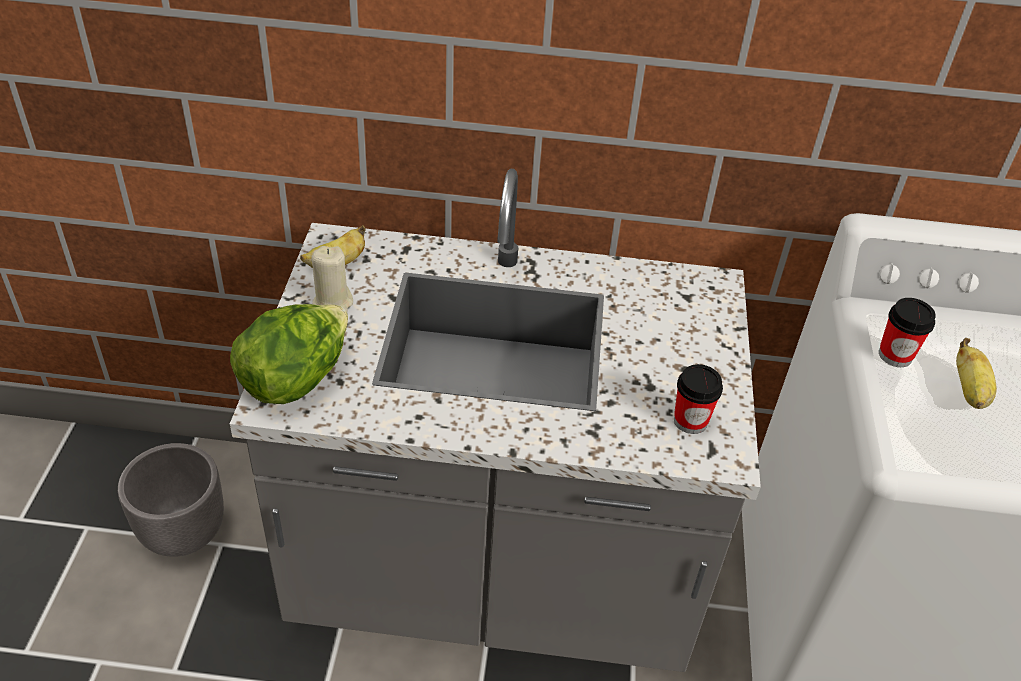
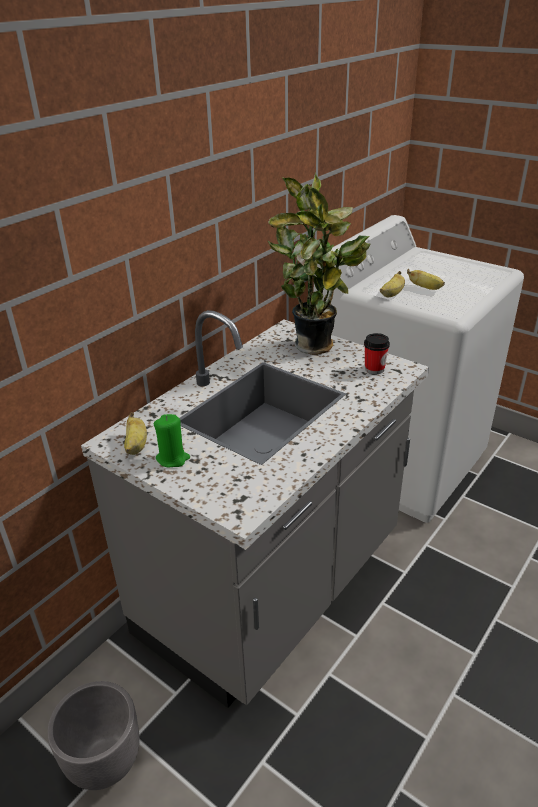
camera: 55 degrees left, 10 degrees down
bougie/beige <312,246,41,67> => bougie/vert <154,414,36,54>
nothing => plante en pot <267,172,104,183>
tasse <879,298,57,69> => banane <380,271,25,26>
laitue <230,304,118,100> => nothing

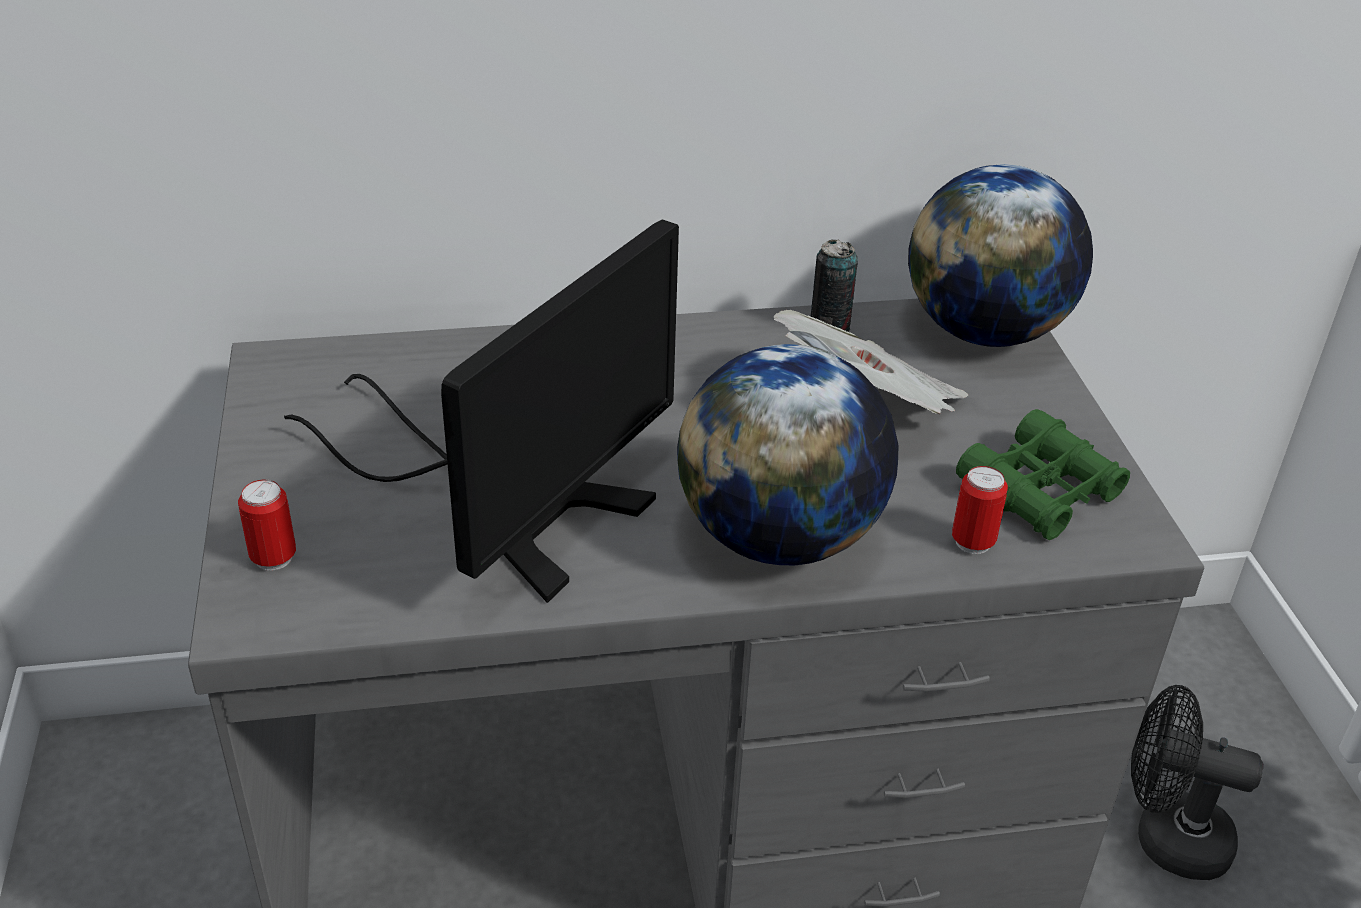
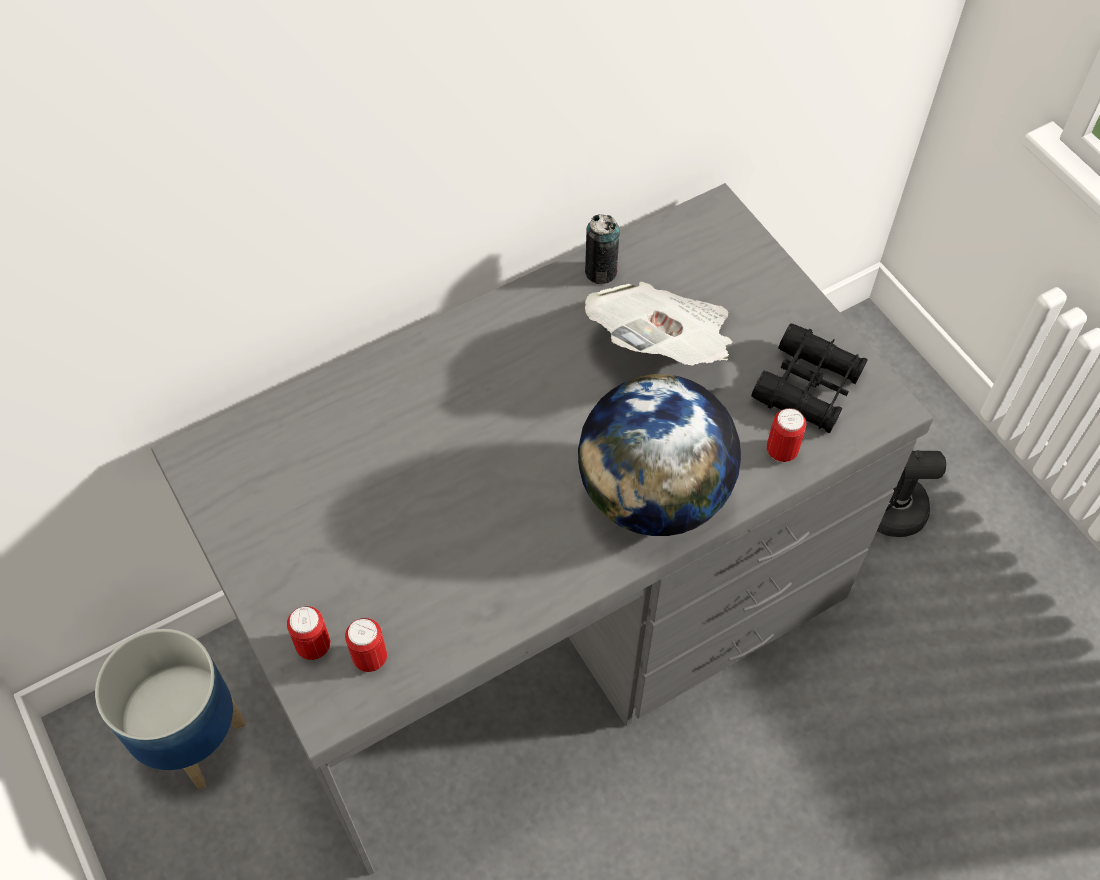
camera: 20 degrees left, 20 degrees up
nothing => cache-pot <95,629,151,161>
nothing => boîte métallique <345,618,42,54>
jumelles/vert <956,409,174,131> => jumelles/noir <751,323,117,110>
écran d'ordinateur <284,220,395,383> => nothing
globe <908,164,185,183> => nothing

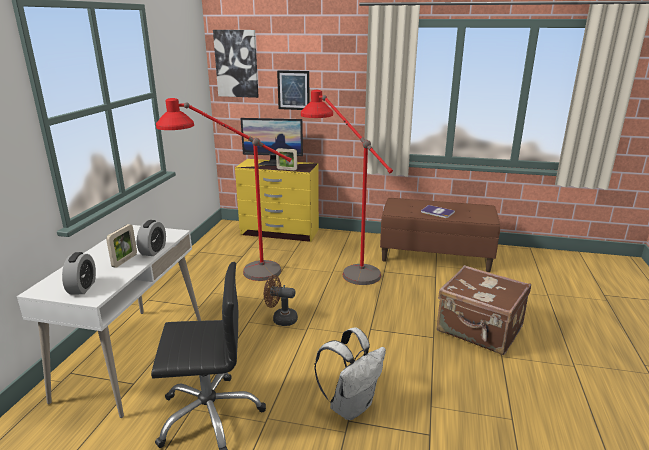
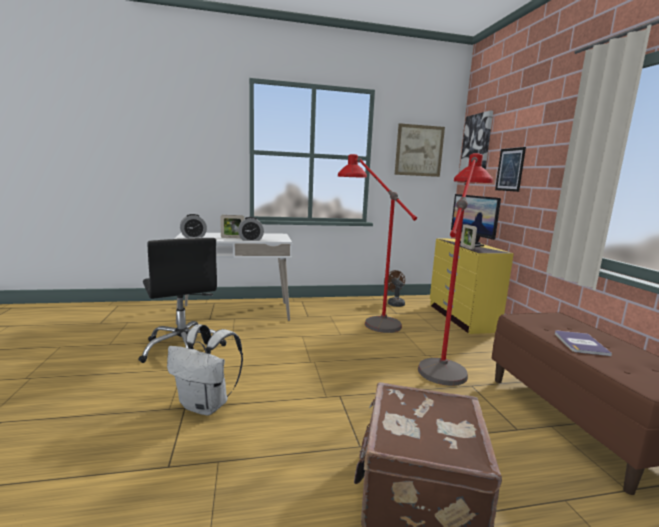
camera: 65 degrees right, 10 degrees down
ventilateur/marron <264,275,34,51> => ventilateur/marron <384,270,21,37>, move
nothing => tableau <395,123,50,54>

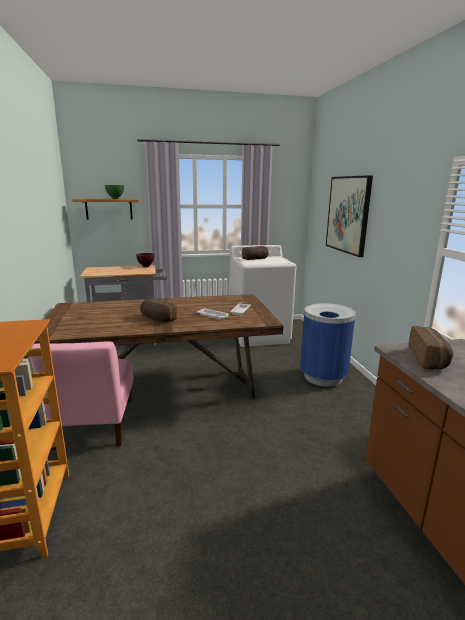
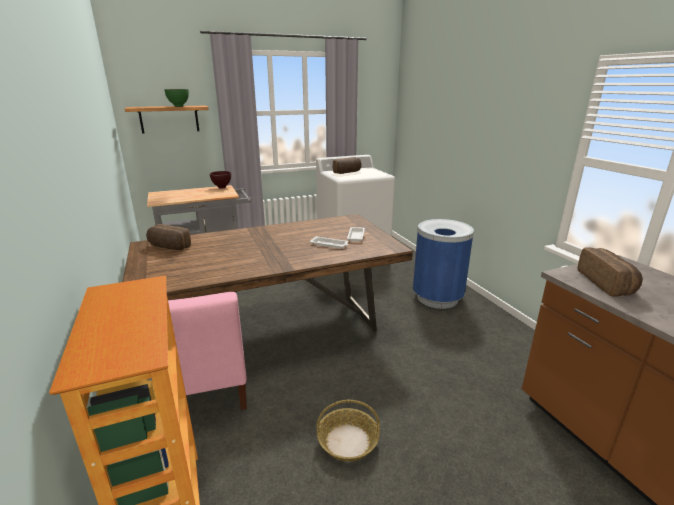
camera: 10 degrees left, 5 degrees up
pain <140,298,37,24> => pain <146,224,45,26>, move
nothing => panier <317,400,63,62>
tableau <326,175,47,82> => nothing

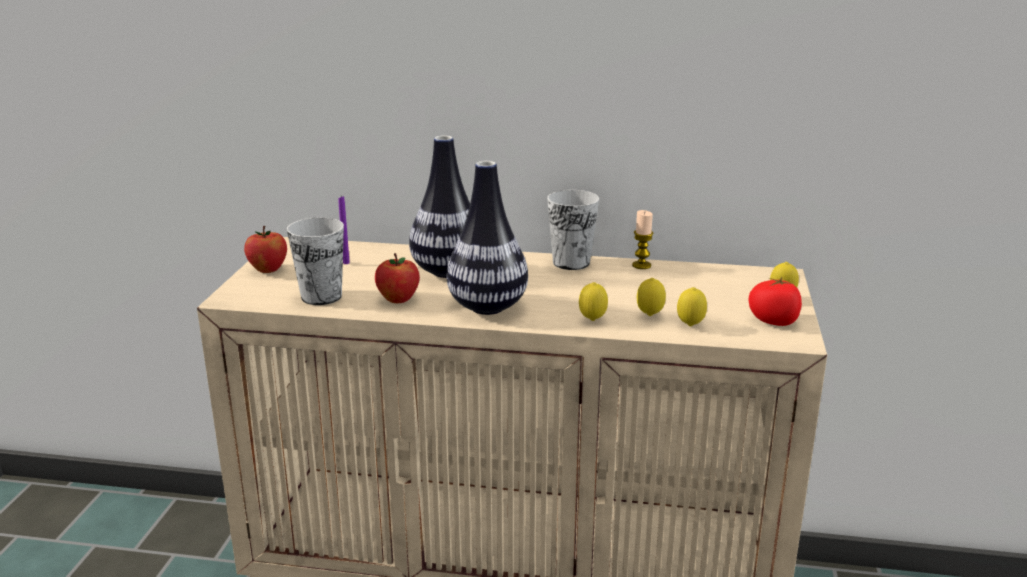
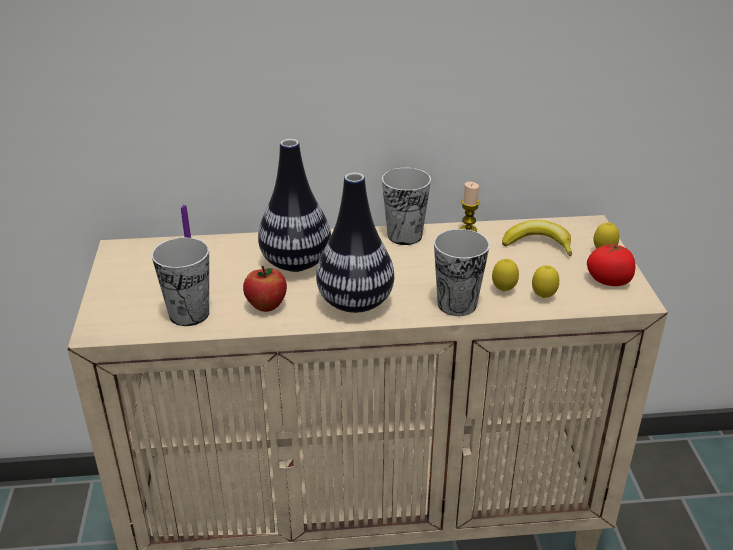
camera: 15 degrees left, 10 degrees up
citron <579,282,29,39> => tasse <434,229,56,87>
nothing => banane <502,220,70,36>
pomme <244,226,43,47> => nothing

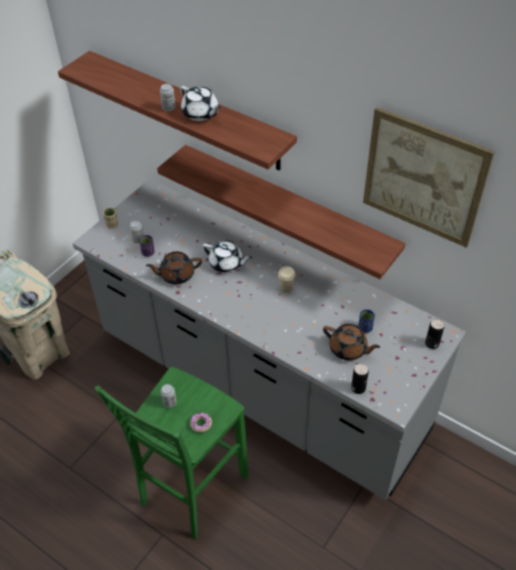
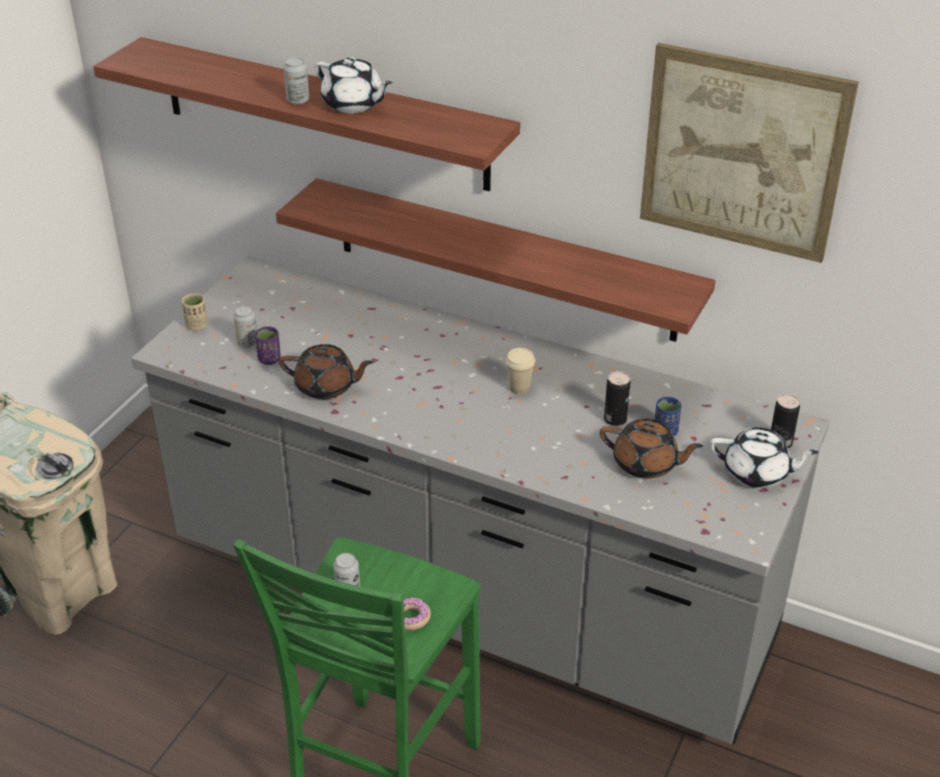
camera: 10 degrees left, 10 degrees down
théière/marron <146,251,56,33> => théière/marron <279,344,94,55>, 150 degrees counterclockwise
boîte métallique <351,363,18,31> => boîte métallique <604,371,26,55>, move
théière/blanc <202,240,50,33> => théière/blanc <710,427,109,61>, move

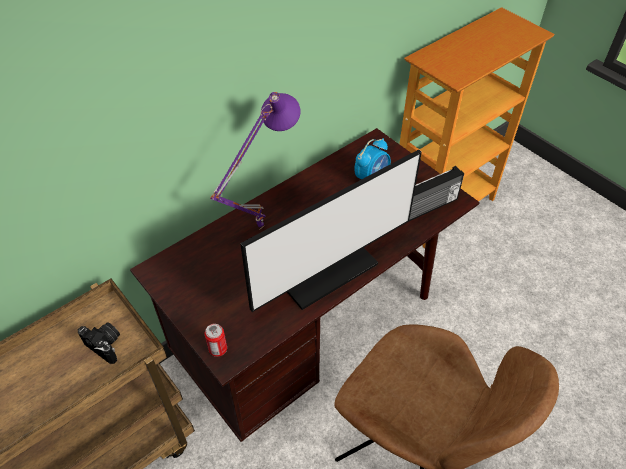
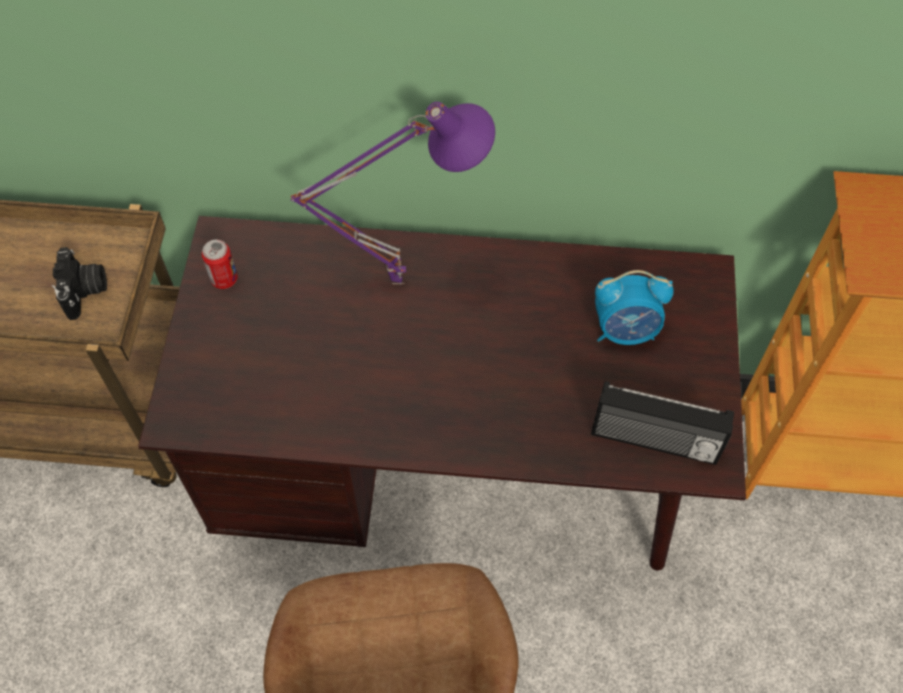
camera: 45 degrees right, 10 degrees up
boîte métallique <205,324,22,33> => boîte métallique <202,240,36,49>, move
écran d'ordinateur <240,150,182,162> => nothing

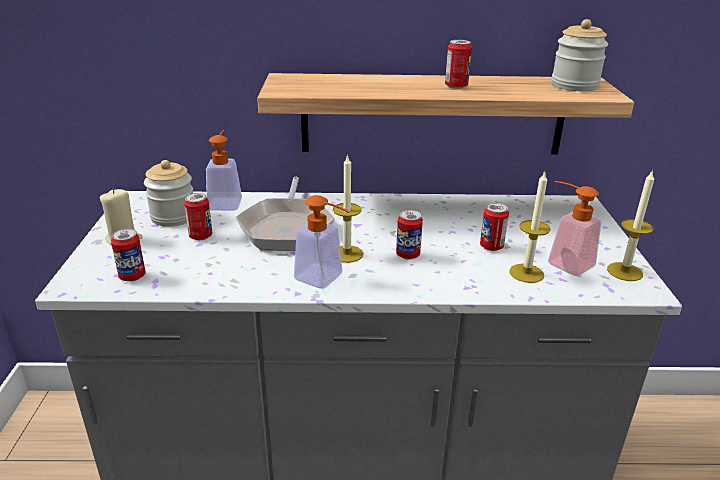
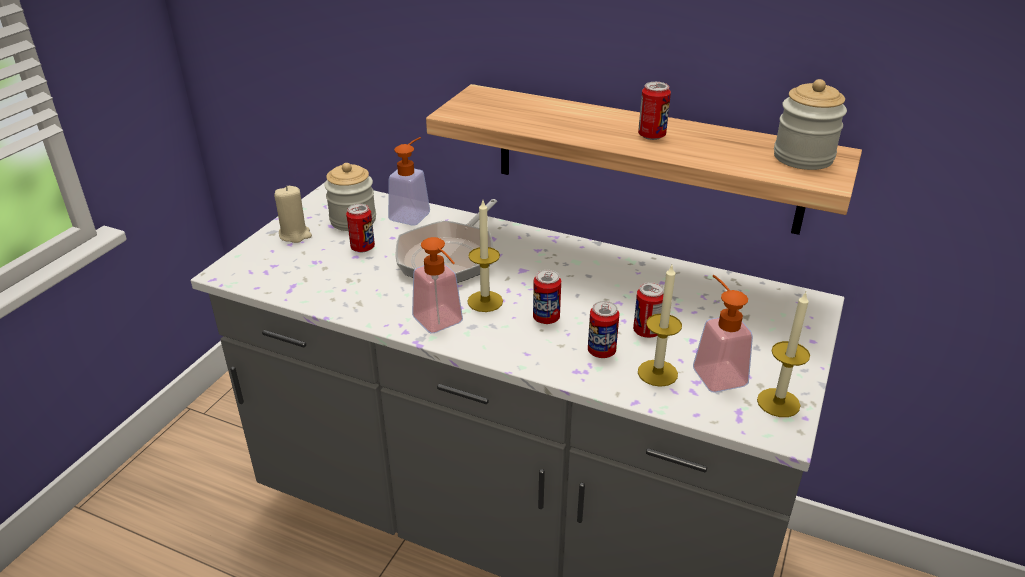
camera: 25 degrees right, 5 degrees up
boîte métallique <111,229,35,53> => boîte métallique <588,301,31,57>, move

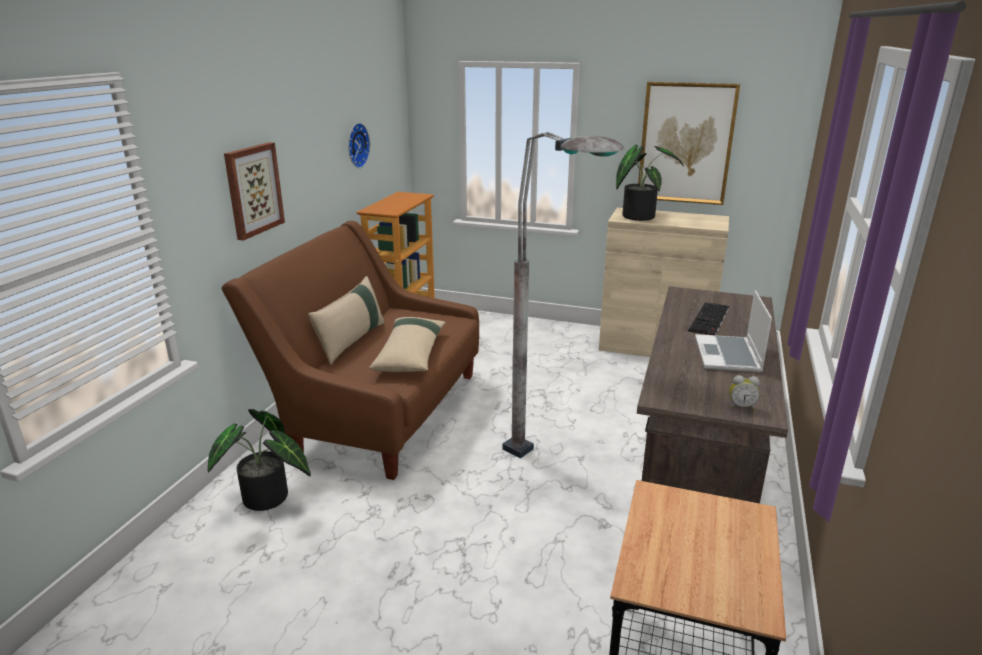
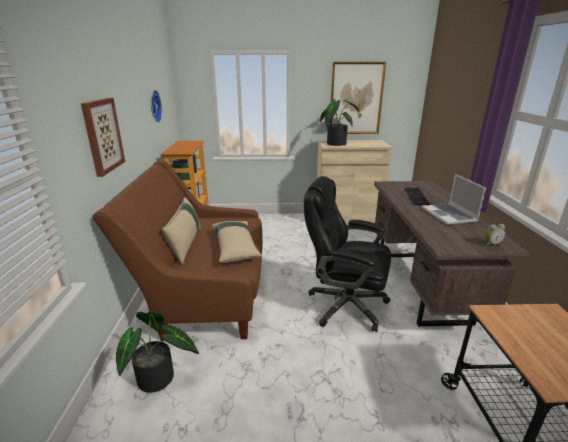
camera: 20 degrees left, 0 degrees up
lampadaire/gris <502,132,122,326> => chaise de bureau/noir <304,176,87,156>

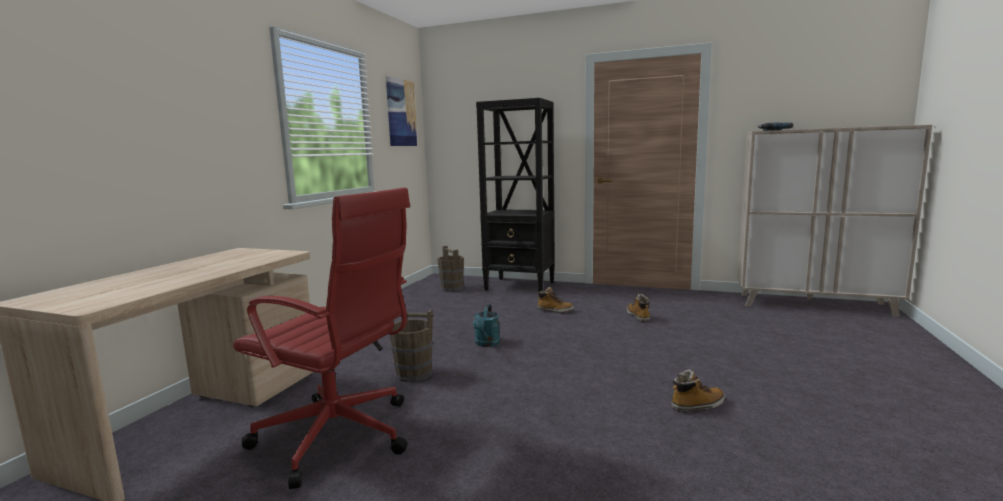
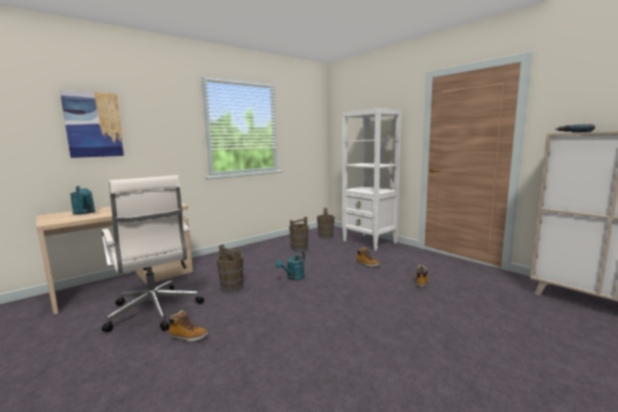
camera: 30 degrees right, 0 degrees up
tableau <386,76,32,70> => tableau <60,90,65,68>, move
nothing => arrosoir/turquoise <70,186,25,29>
chaise de bureau/rouge <233,187,178,302> => chaise de bureau/blanc <101,175,103,157>
botte <671,370,54,42> => botte <169,310,39,32>, move
nothing => seau/marron <289,217,20,34>
bibliothèque/noir <476,98,79,194> => bibliothèque/blanc <342,108,60,143>

